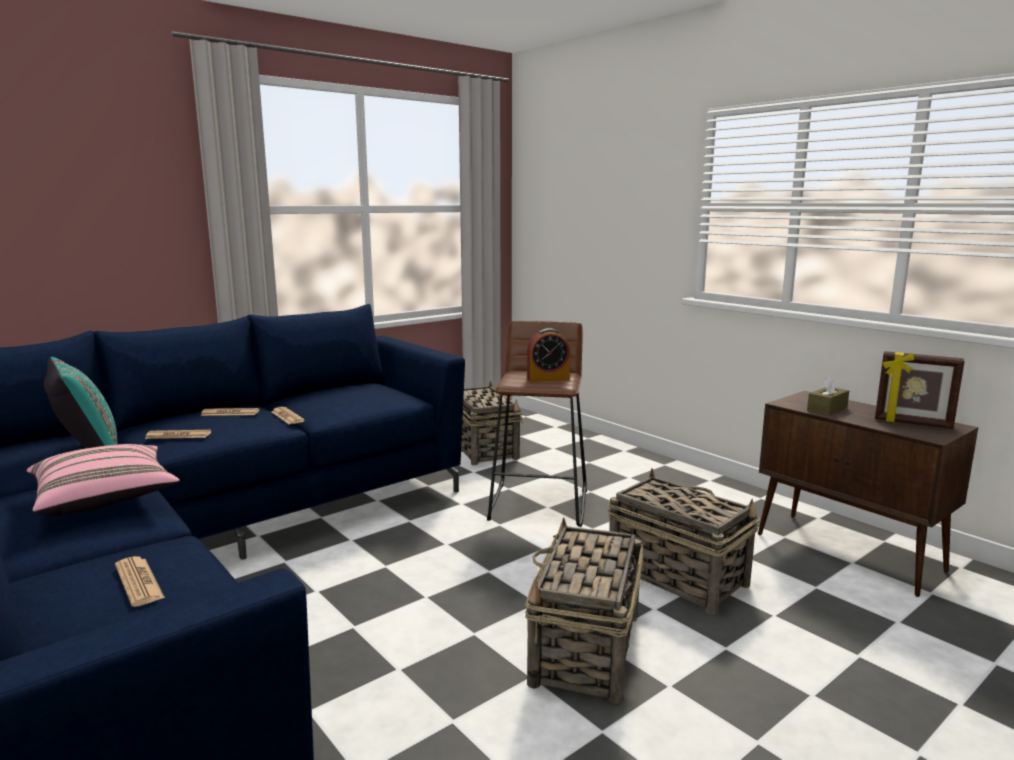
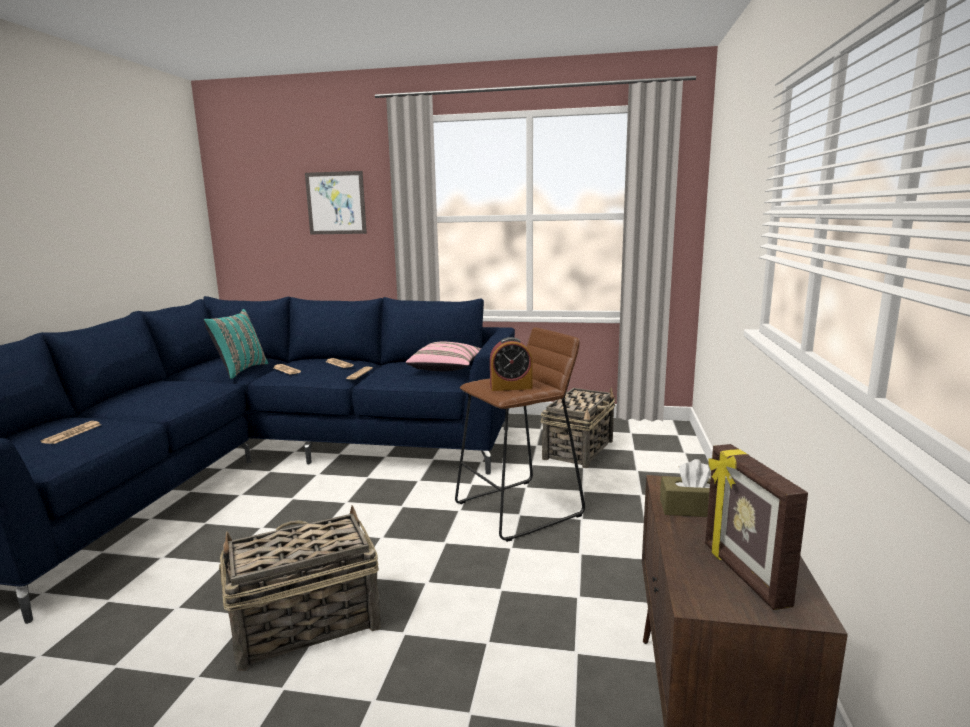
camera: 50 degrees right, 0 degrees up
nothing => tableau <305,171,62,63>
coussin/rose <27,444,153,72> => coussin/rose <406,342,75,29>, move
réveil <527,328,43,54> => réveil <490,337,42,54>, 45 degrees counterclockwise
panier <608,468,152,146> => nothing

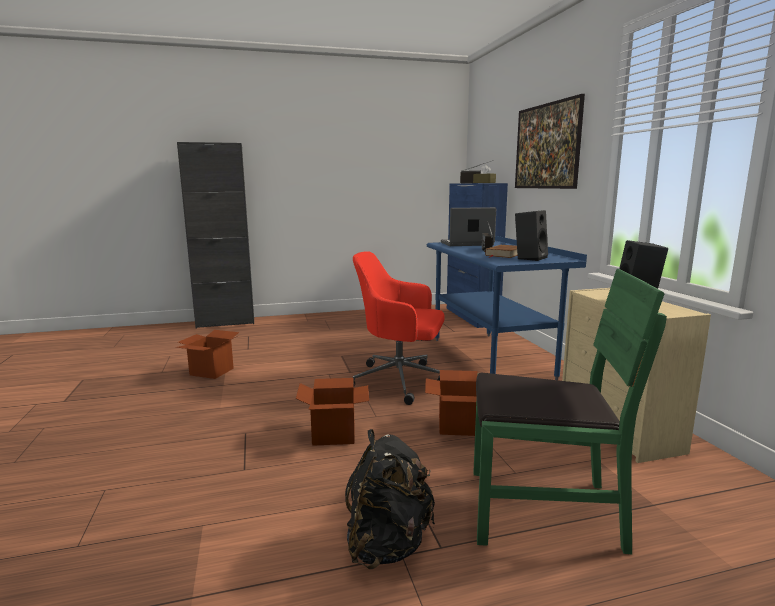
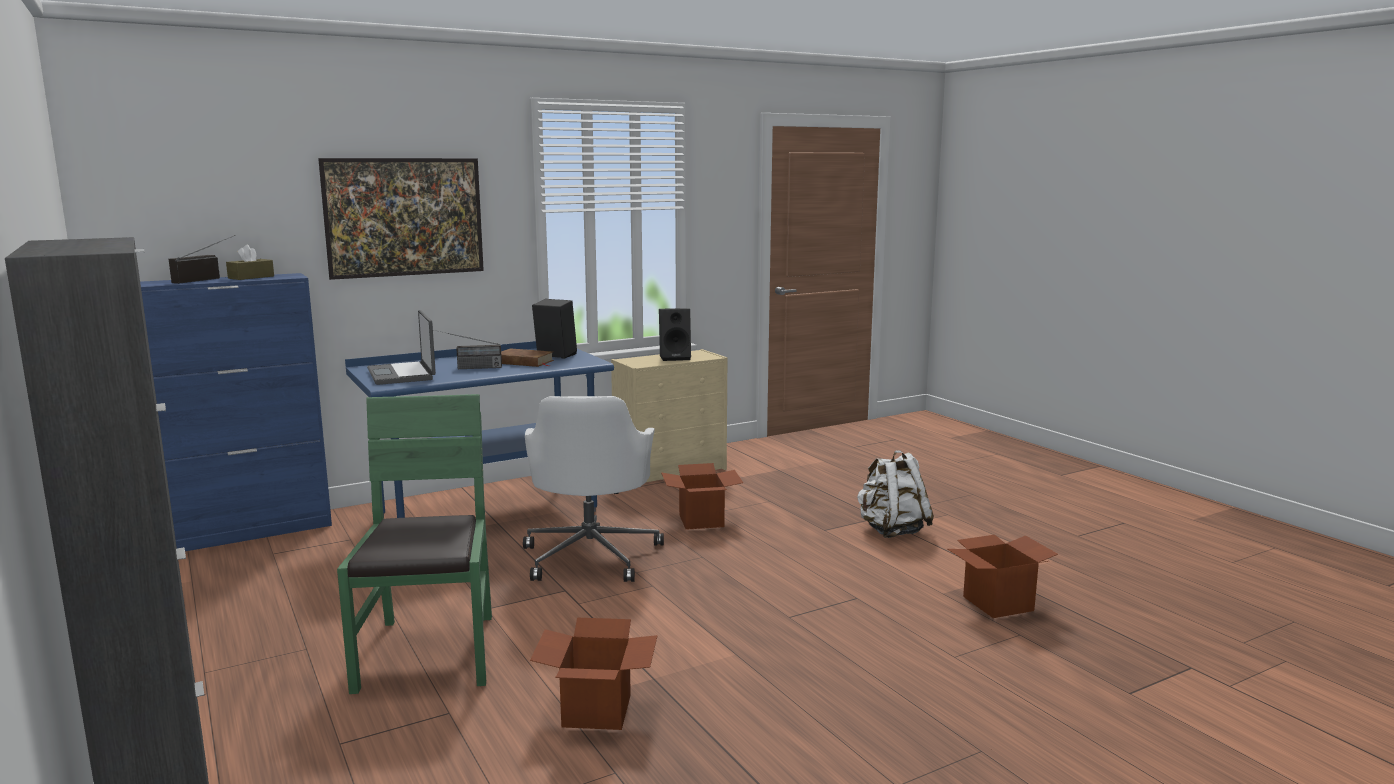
camera: 105 degrees left, 0 degrees up
chaise/vert <474,269,193,285> => chaise/vert <337,394,155,300>, move
chaise de bureau/rouge <353,251,92,154> => chaise de bureau/blanc <523,396,141,186>
sac à dos/noir <345,429,90,140> => sac à dos/blanc <857,450,77,88>
carton <296,378,73,68> => carton <948,535,110,83>, move

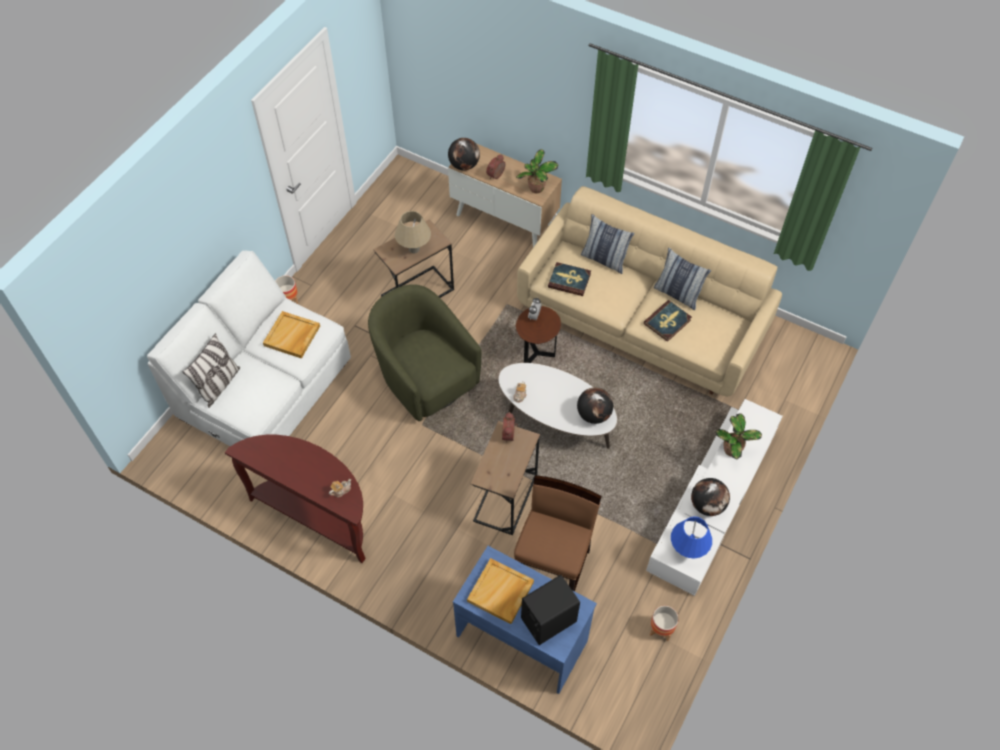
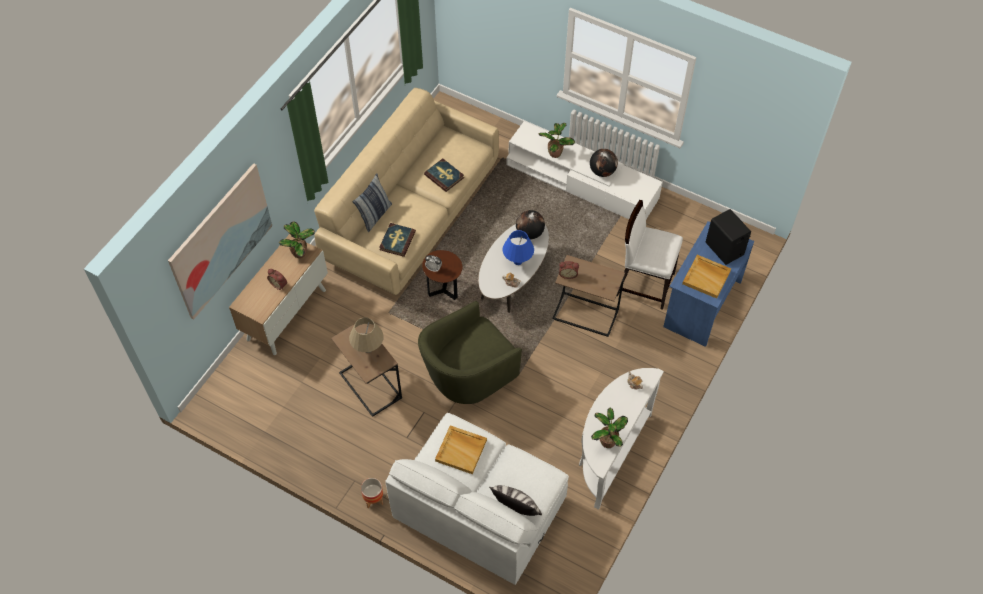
camera: 90 degrees left, 0 degrees up
nothing => tableau <168,163,104,156>
lampe de table/bleu <671,517,41,42> => lampe de table/bleu <502,230,32,35>, move
table console/marron <225,435,141,128> => table console/blanc <579,368,85,142>
nothing => plante en pot <591,408,37,40>
chaise/marron <514,475,88,116> => chaise/blanc <617,200,66,110>
globe <448,138,32,33> => nothing
cache-pot <650,606,28,35> => nothing
coussin <654,248,57,62> => nothing

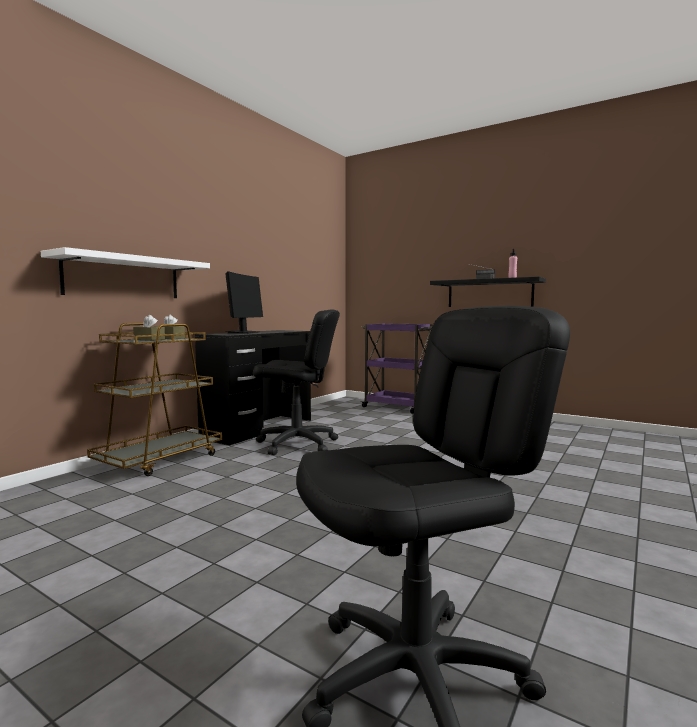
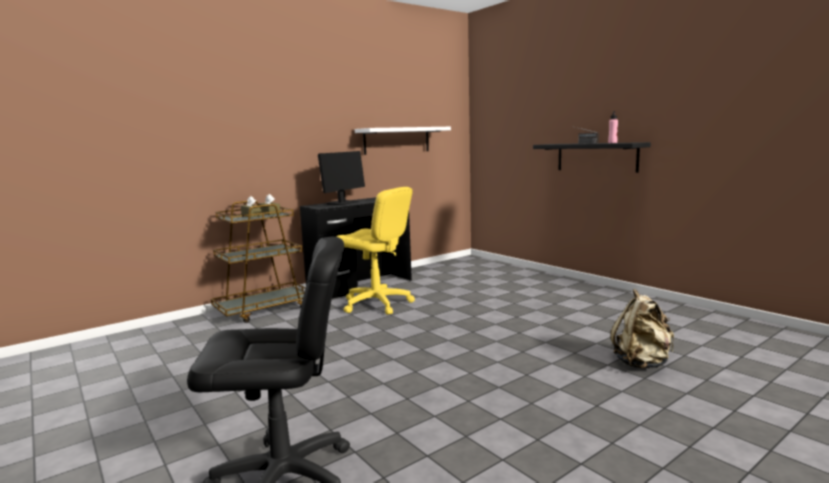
camera: 20 degrees right, 5 degrees up
chaise de bureau/noir <253,310,87,145> => chaise de bureau/jaune <336,187,79,128>
étagère/blanc <41,247,169,51> => étagère/blanc <355,127,96,28>, move
nothing => sac à dos/beige <611,289,63,80>
chariot/violet <361,323,72,91> => nothing

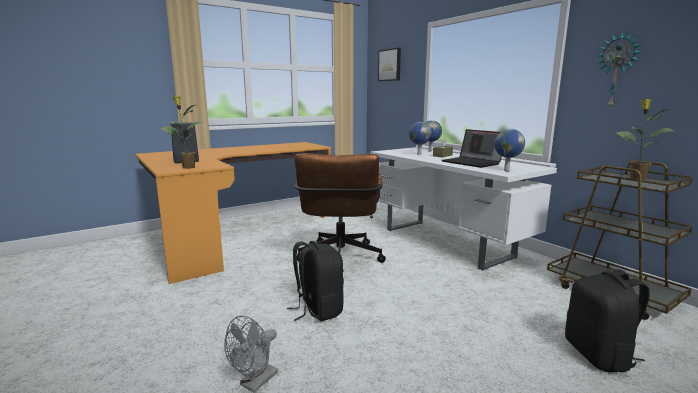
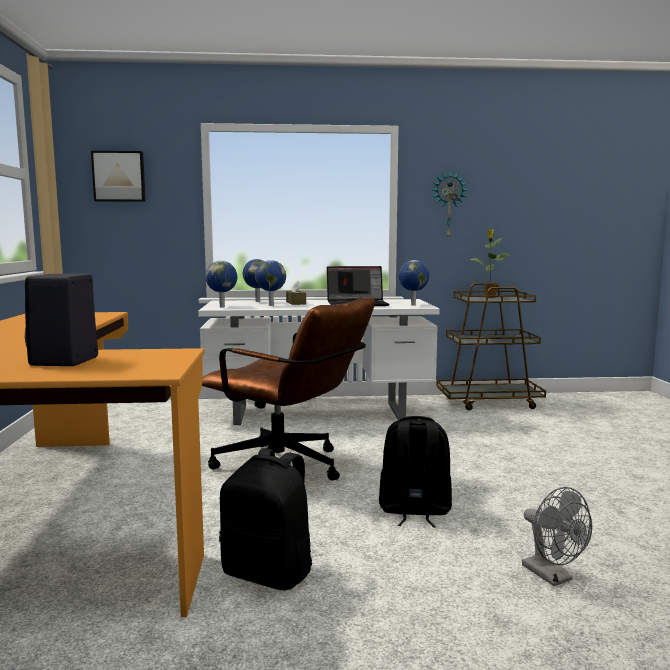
camera: 60 degrees left, 5 degrees down
nothing => globe <205,261,32,46>
sac à dos/noir <565,269,85,103> => sac à dos/noir <219,448,93,142>, move
plante en pot <161,96,42,73> => nothing

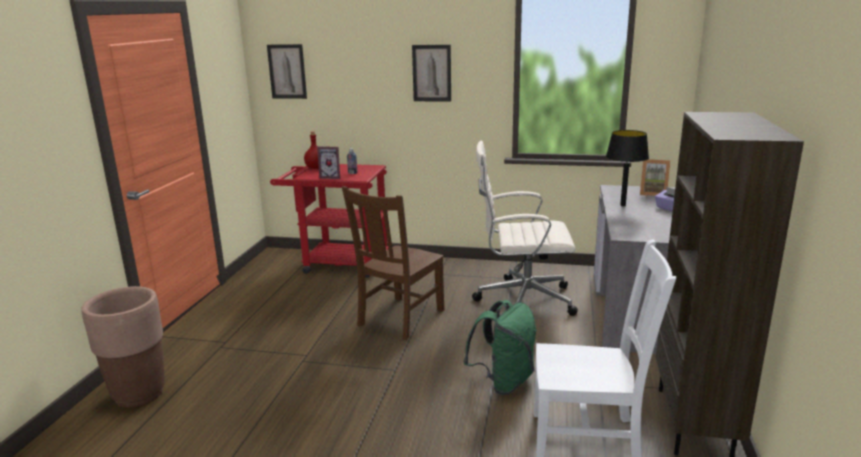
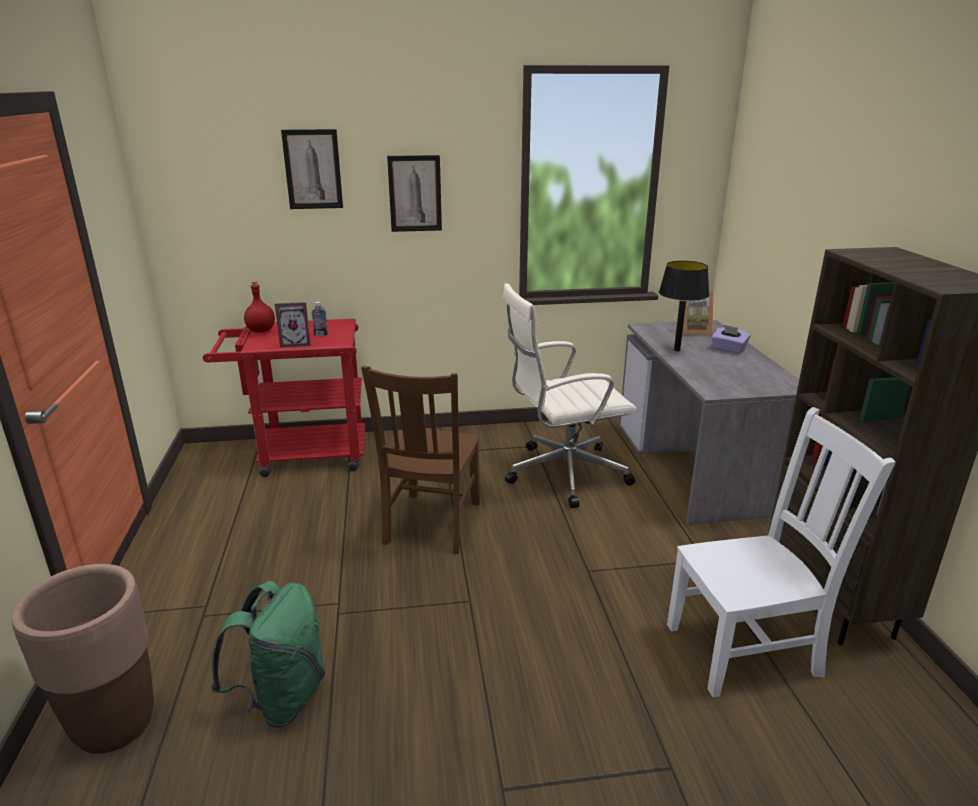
camera: 20 degrees left, 5 degrees up
sac à dos/vert <463,300,74,95> => sac à dos/vert <211,581,115,147>, move
tableau <267,44,40,55> => tableau <281,129,62,80>, move

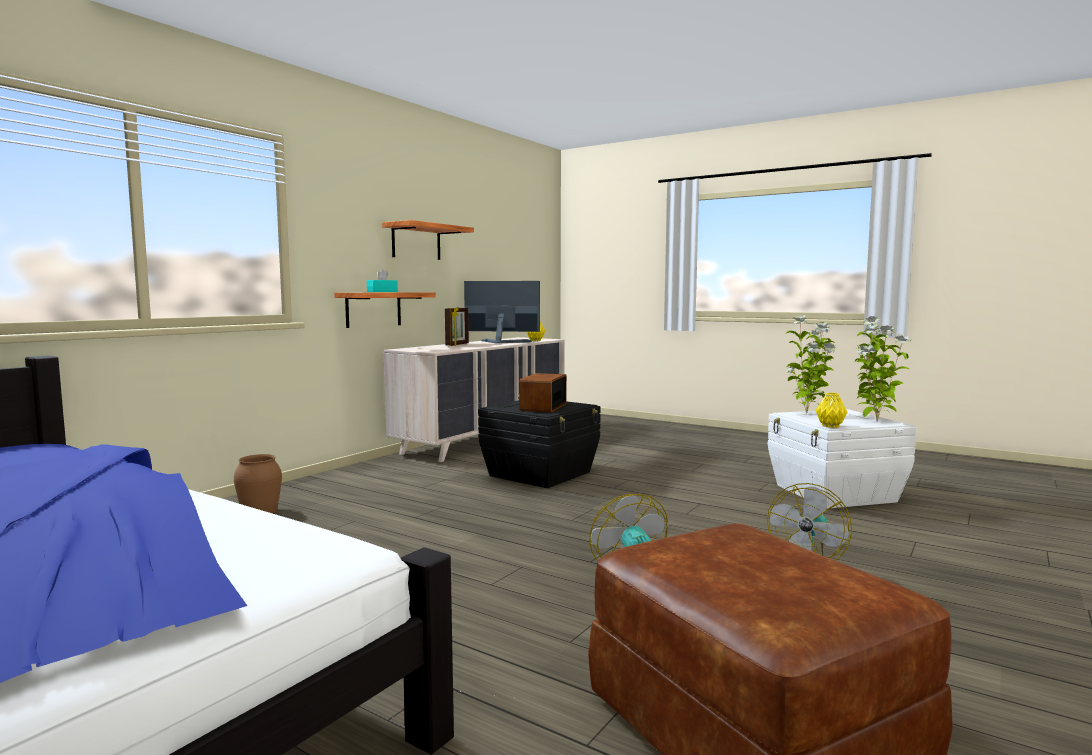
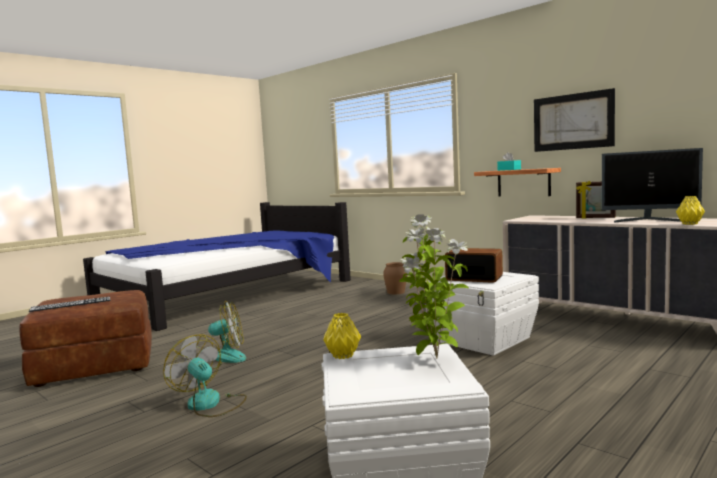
camera: 100 degrees right, 0 degrees up
nothing => clavier <29,296,81,16>
boîte de rangement/noir <478,400,123,88> => boîte de rangement/blanc <426,272,113,84>
étagère <382,220,92,40> => tableau <534,88,81,64>
écran d'ordinateur <464,281,76,63> => écran d'ordinateur <602,148,101,75>, 90 degrees clockwise
plante en pot <855,316,56,106> => nothing

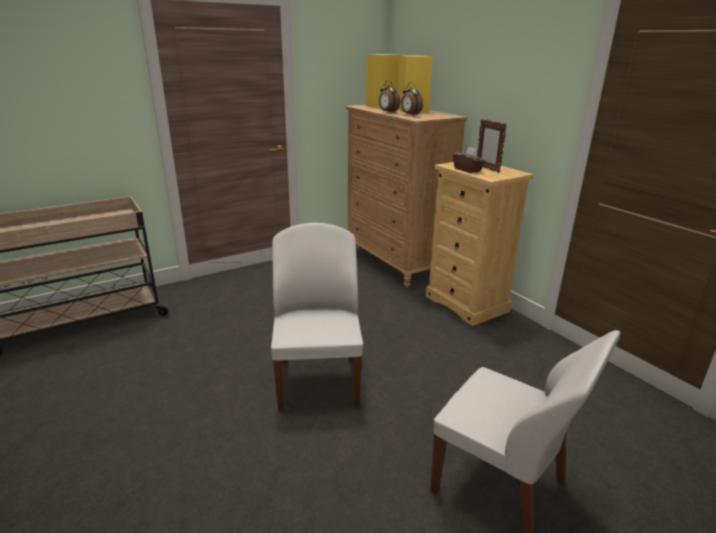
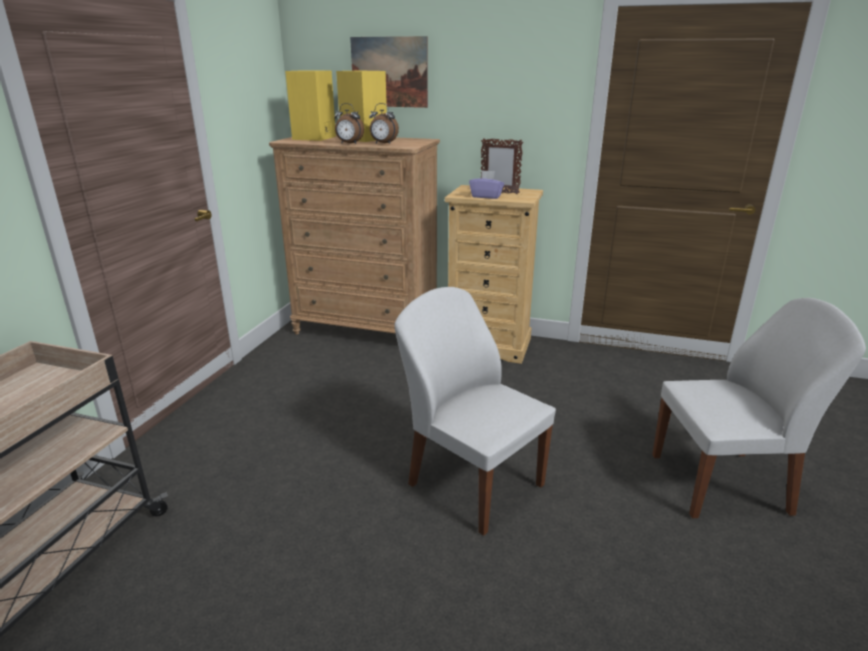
camera: 40 degrees left, 0 degrees up
nothing => tableau <350,36,78,72>
boîte à mouchoirs/marron <453,146,32,27> => boîte à mouchoirs/violet <469,170,35,29>

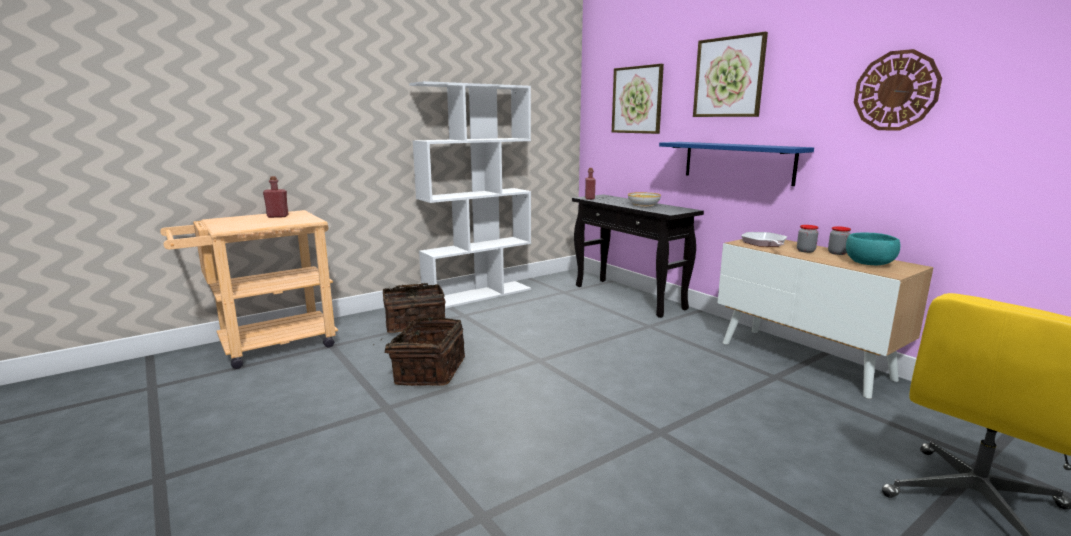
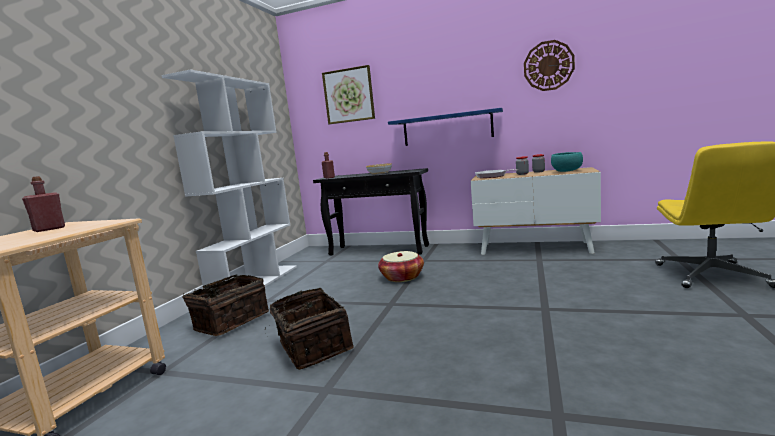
camera: 35 degrees left, 5 degrees down
nothing => panier <378,251,46,31>
tableau <693,32,75,85> => nothing

